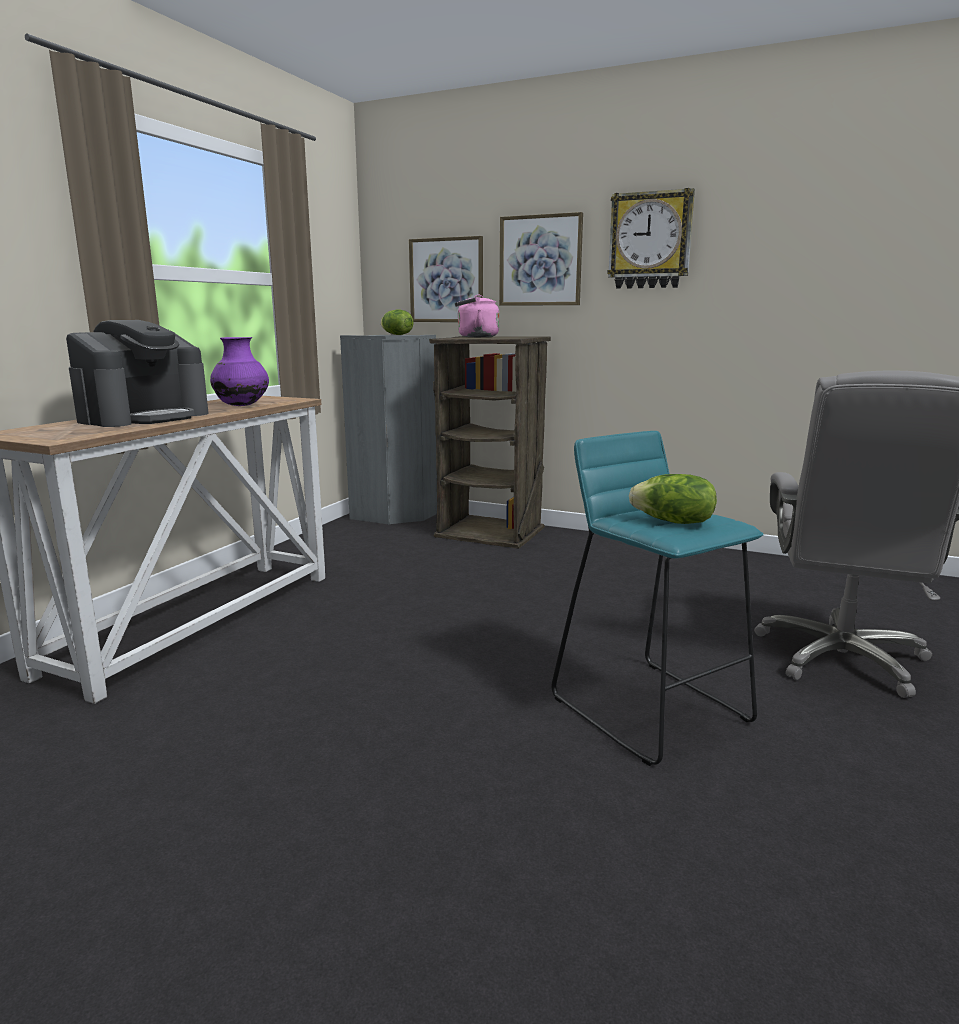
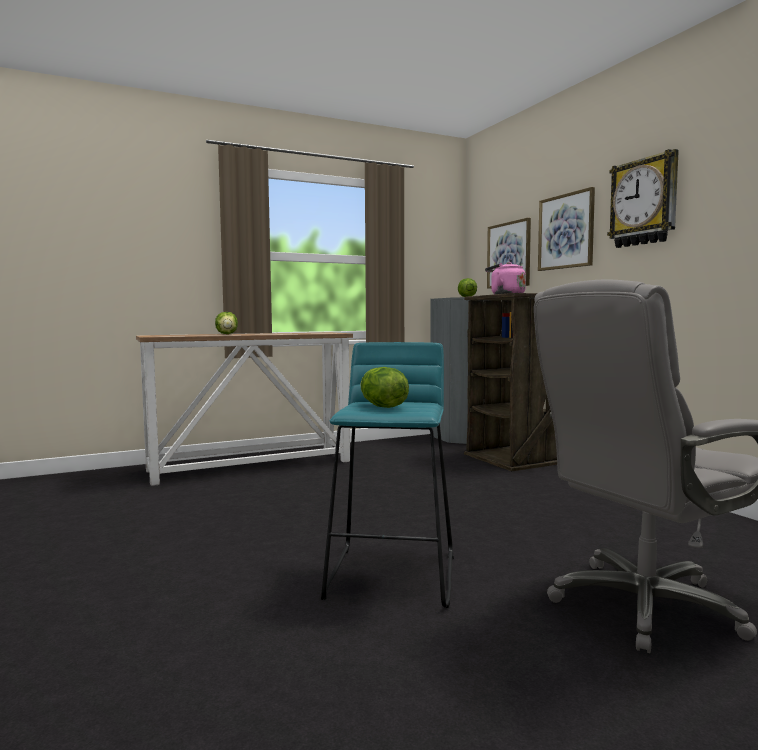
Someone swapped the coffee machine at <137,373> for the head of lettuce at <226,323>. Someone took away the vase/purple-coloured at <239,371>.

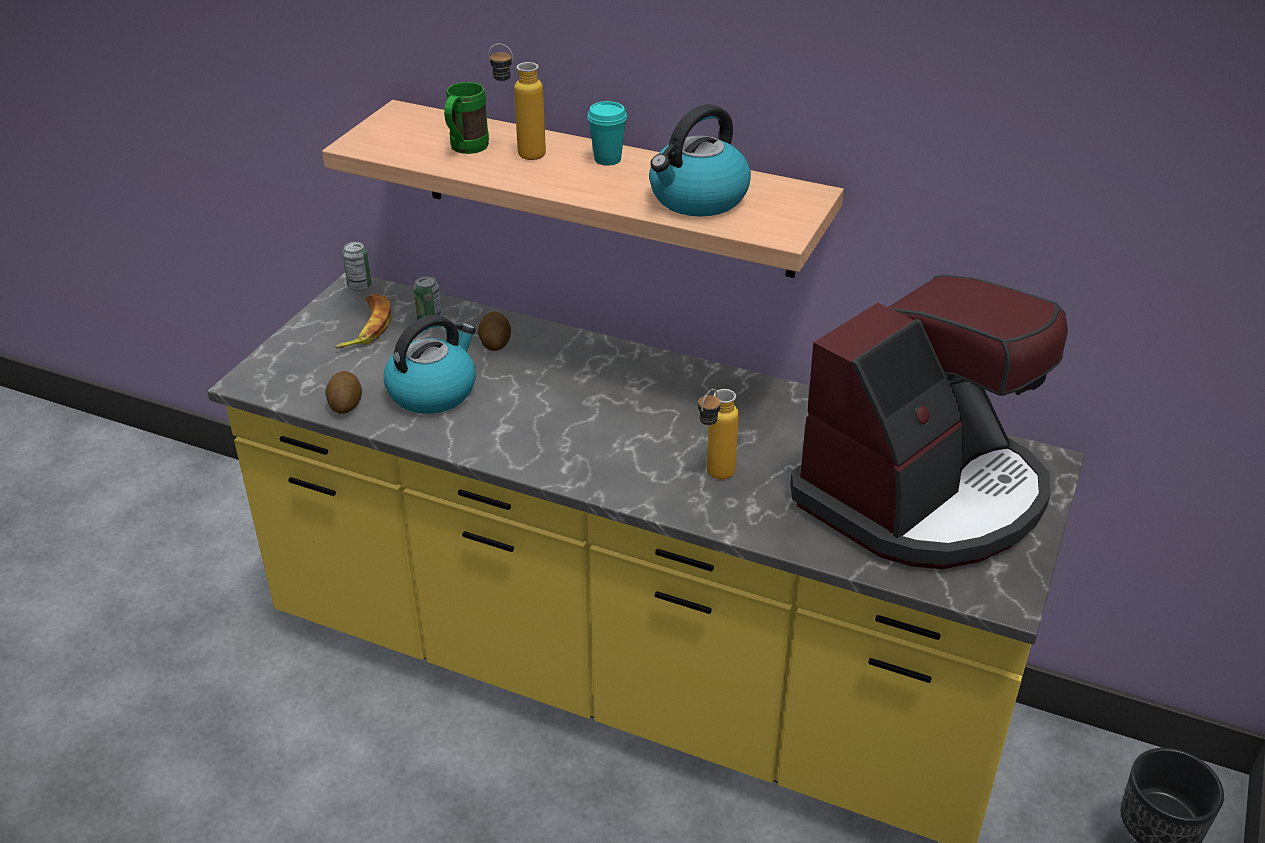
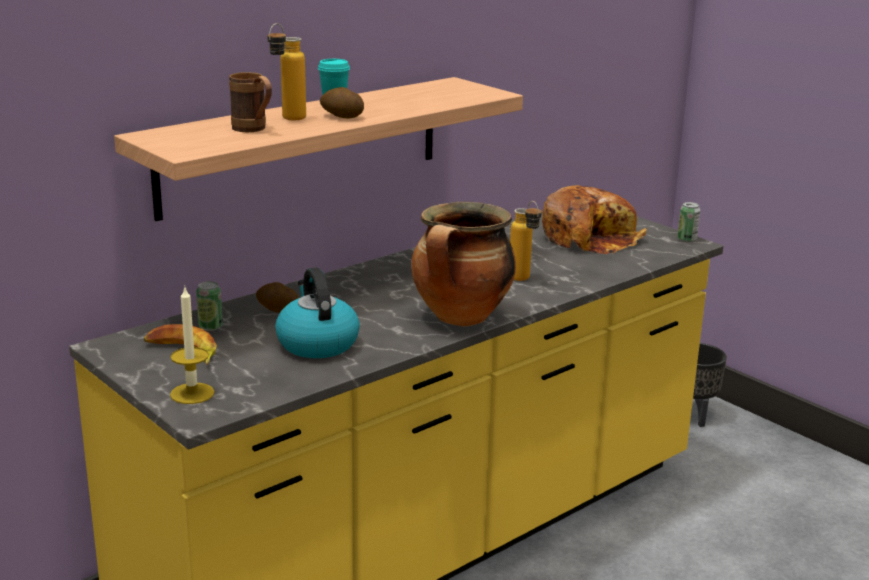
Someone put down the wax light at <192,346>. Someone repainted the mug/greenish at <466,118>, which became the mug/brown-coloured at <250,102>. Someone carried the whole potato from <343,392> to <342,102>. Someone put down the cooking pot at <463,264>. Someone swapped the coffee machine at <929,421> for the bakery bread at <594,219>. Someone carried the can from <357,266> to <688,222>. Someone took away the kettle at <700,160>.

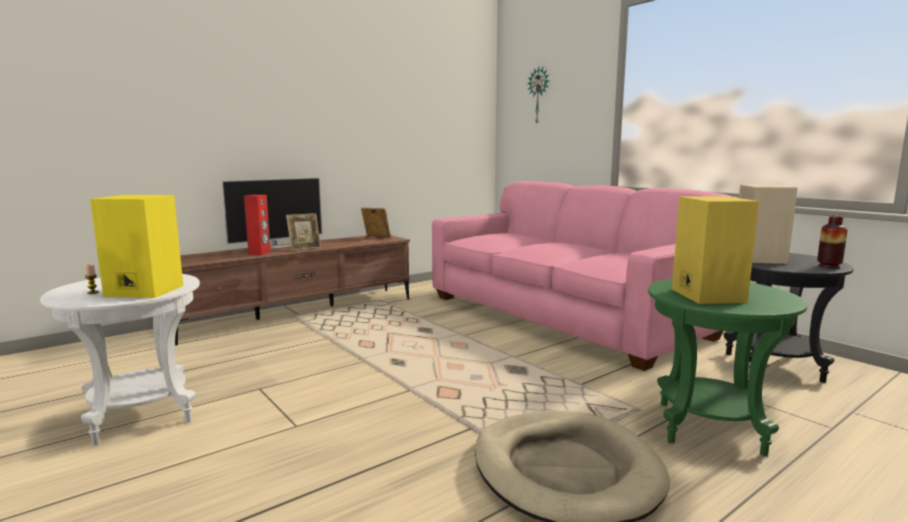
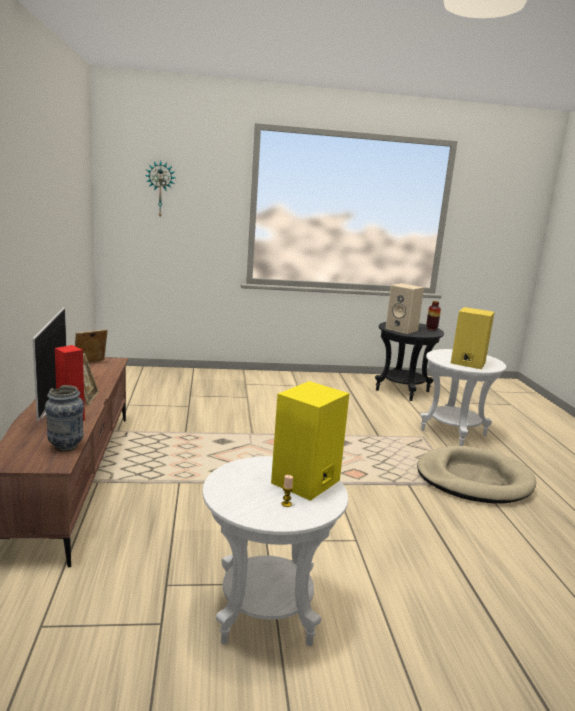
Someone put down the vase at <64,418>. Someone repainted the end table/greenish at <727,367>, which became the end table/white-coloured at <463,397>. Someone took away the settee/pink at <585,276>.

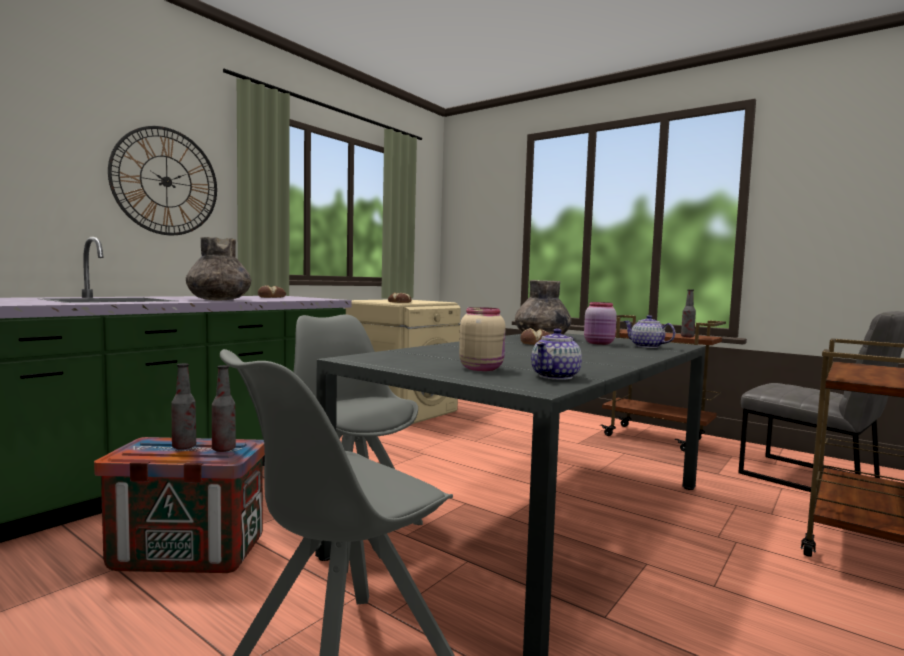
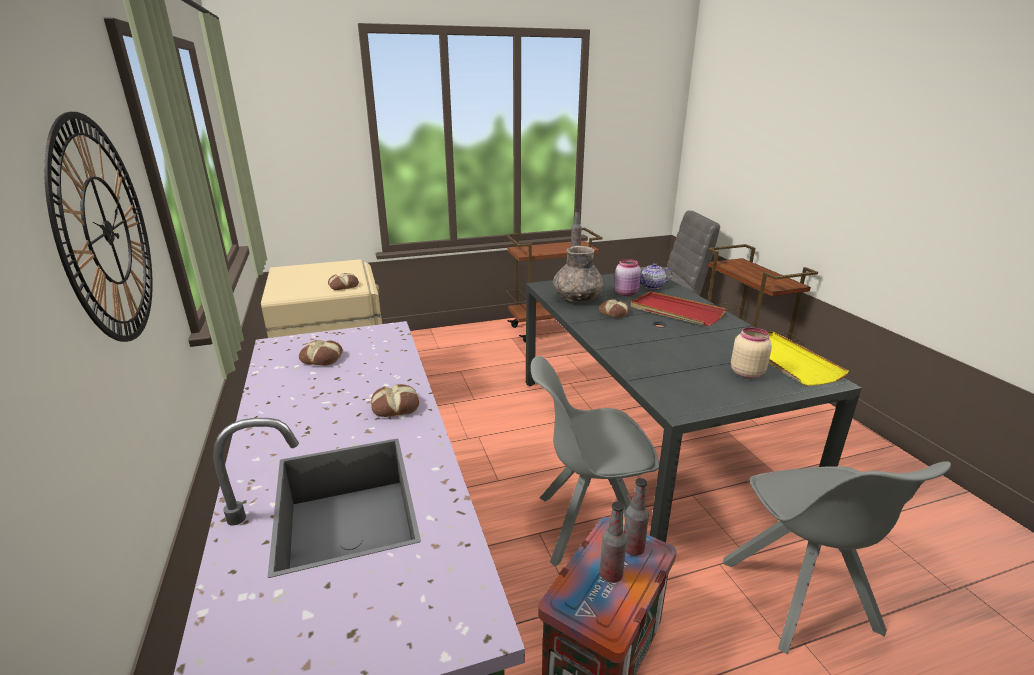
Someone swapped the vase/greyish at <218,269> for the bakery bread at <395,400>. Someone put down the serving tray/reddish at <678,308>. Someone swapped the teapot at <556,354> for the serving tray/yellowish at <792,358>.

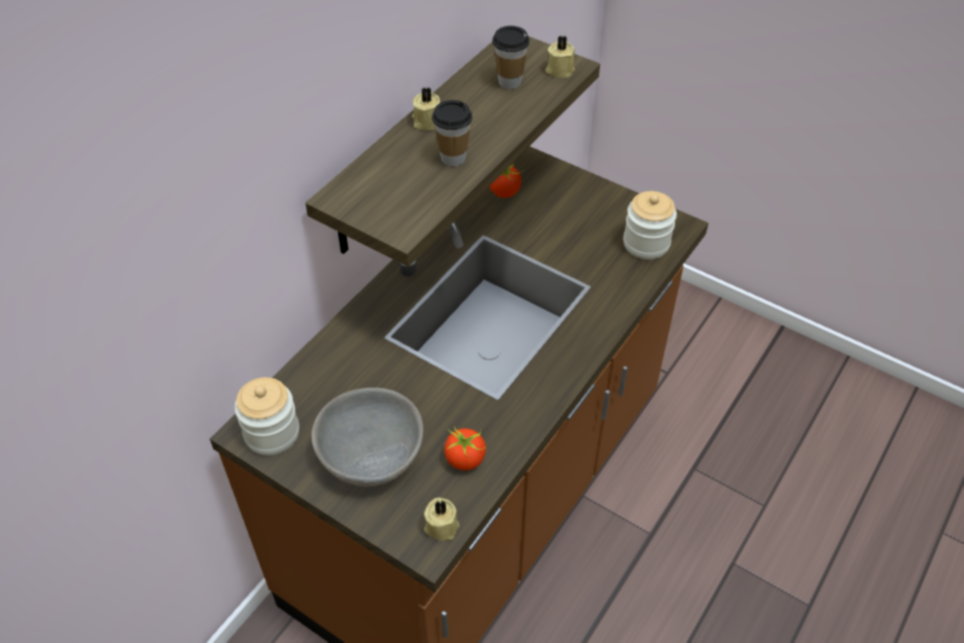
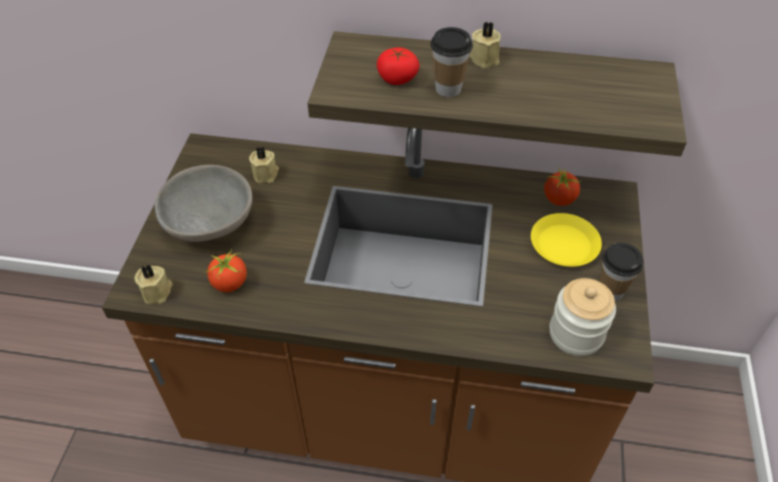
Someone carried the wax light/sand-coloured from <560,57> to <264,164>. Someone put down the fresh tomato at <398,66>. Someone put down the plate/yellowish at <566,240>. Someone carried the cup from <511,57> to <621,272>. Someone took away the storage jar at <267,416>.

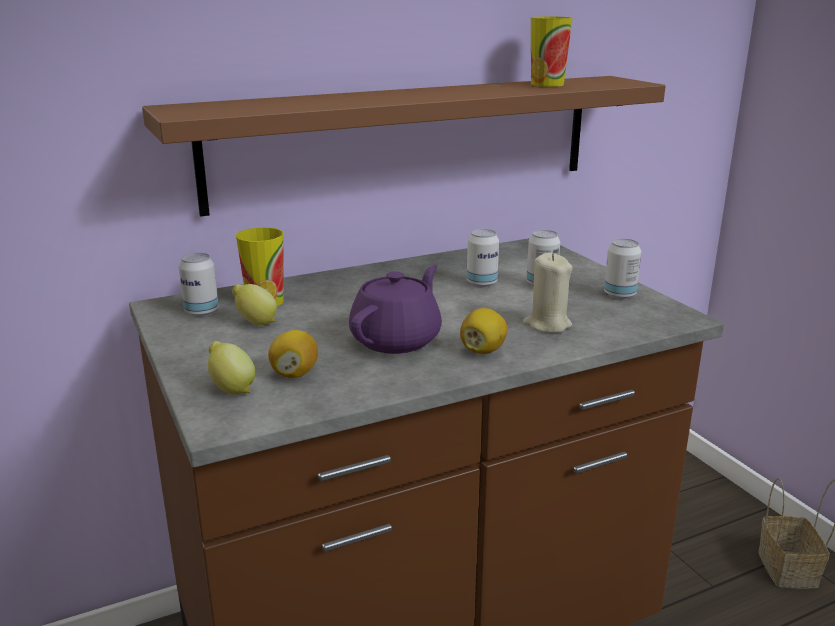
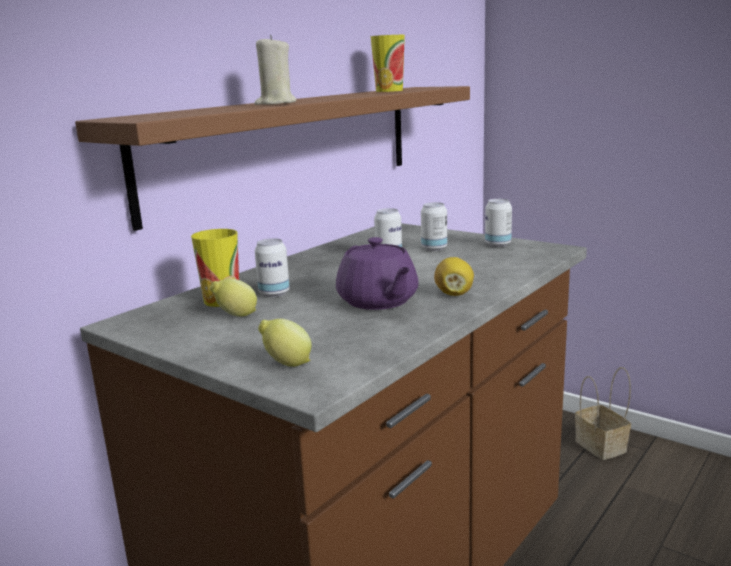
Someone carried the wax light/sand-coloured from <548,293> to <275,70>. Someone carried the can from <199,285> to <272,267>. Someone rotated the teapot/purple-coloured at <395,309> by 150 degrees clockwise. Someone took away the lemon at <293,354>.

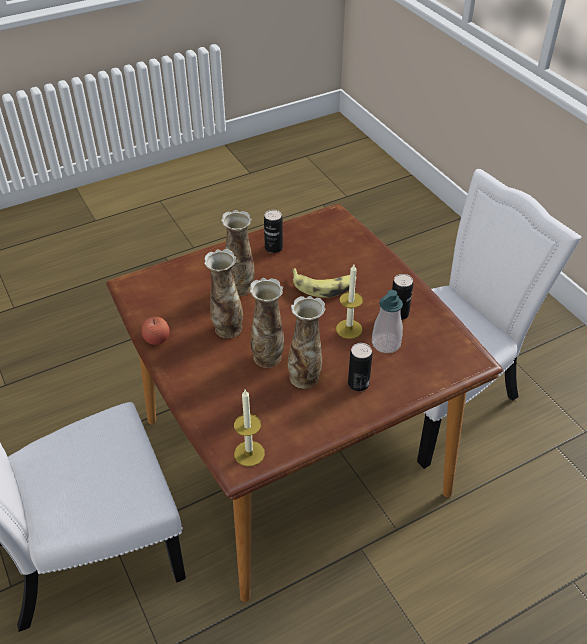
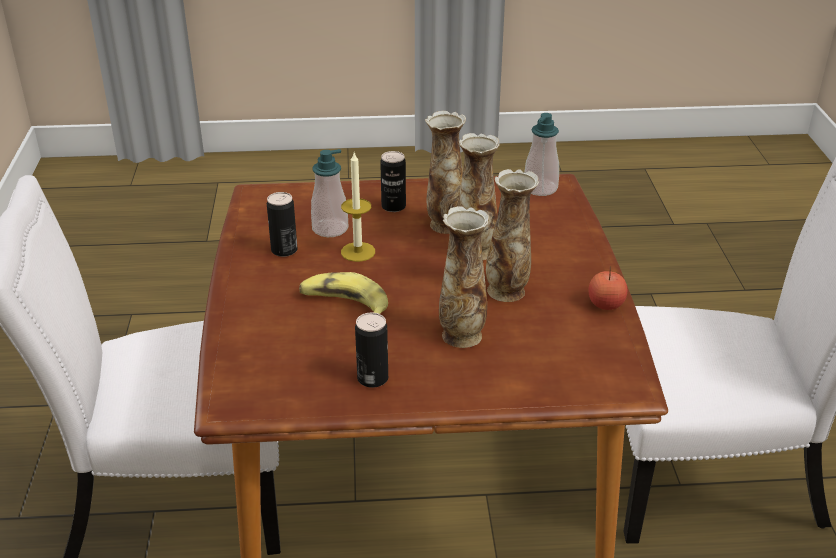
Someone swapped the wax light at <249,428> for the soap dispenser at <541,154>.

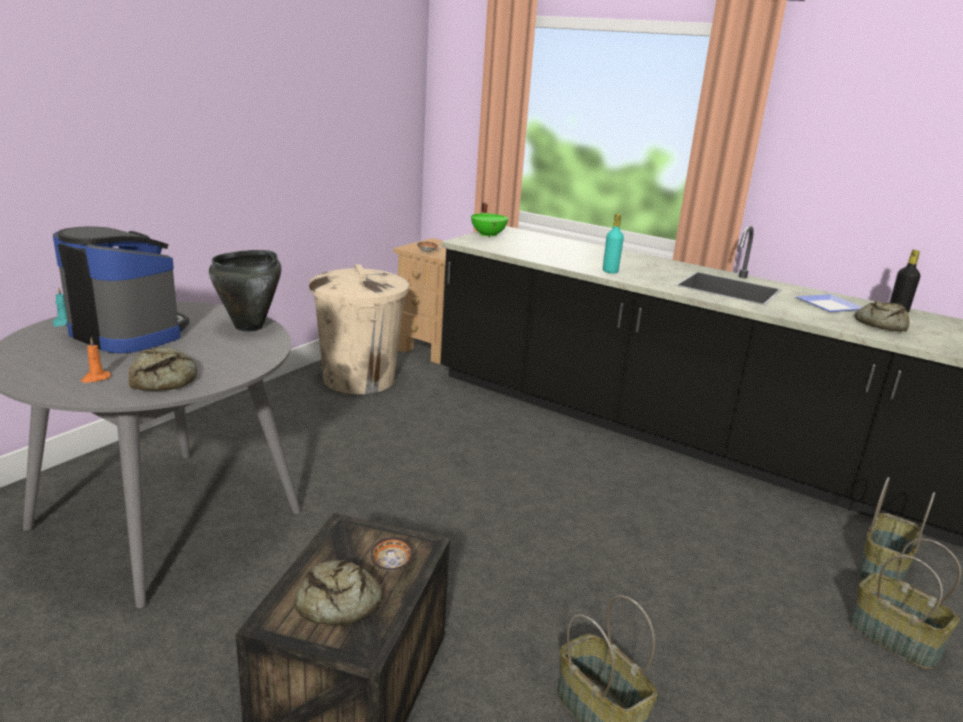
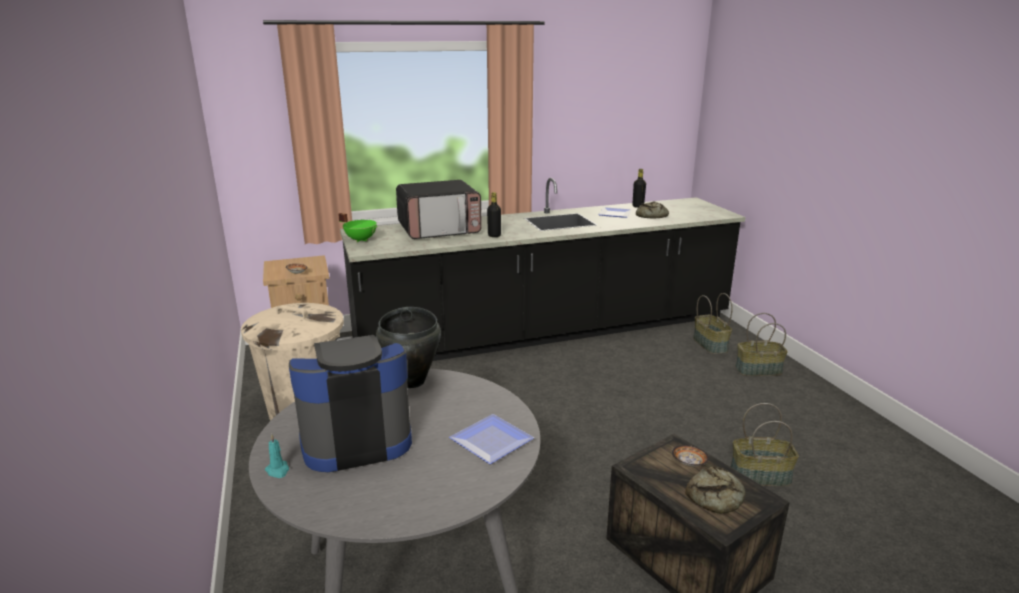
Someone put down the microwave at <439,209>. Someone swapped the bakery bread at <162,369> for the plate at <491,439>. Someone repainted the drink bottle/blue-green at <613,244>, which became the drink bottle/blackish at <494,214>. Someone took away the wax light/orangey at <96,360>.

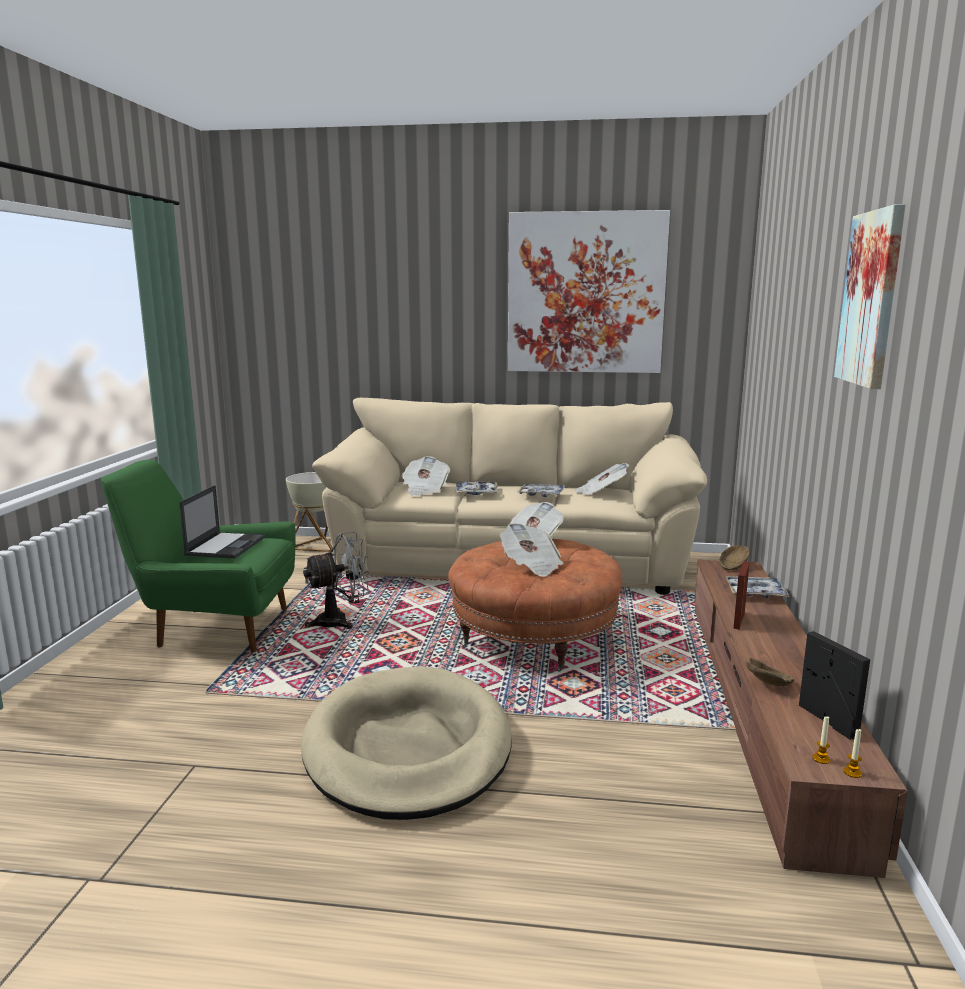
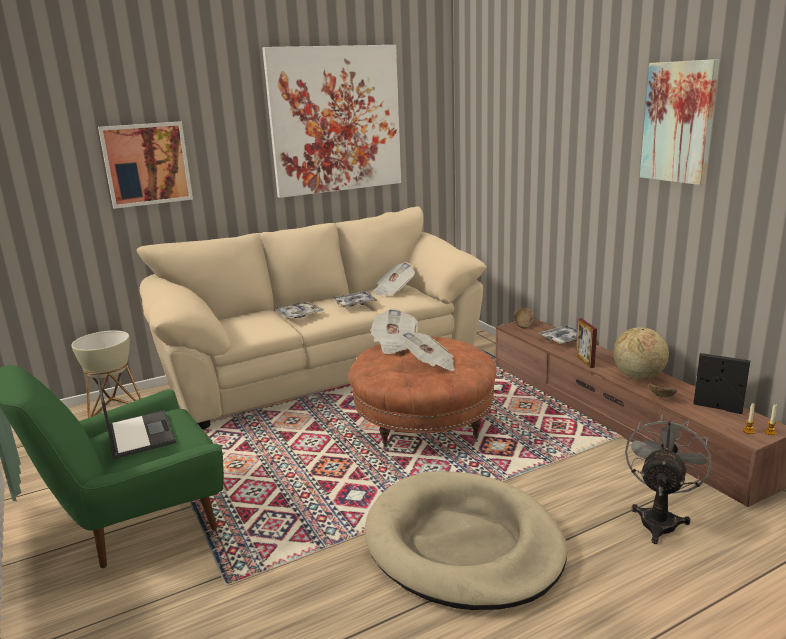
Someone put up the picture at <145,165>. Someone put down the world globe at <641,353>. Someone carried the electric fan/greyish from <336,580> to <668,479>. Someone took away the newspaper at <426,476>.

